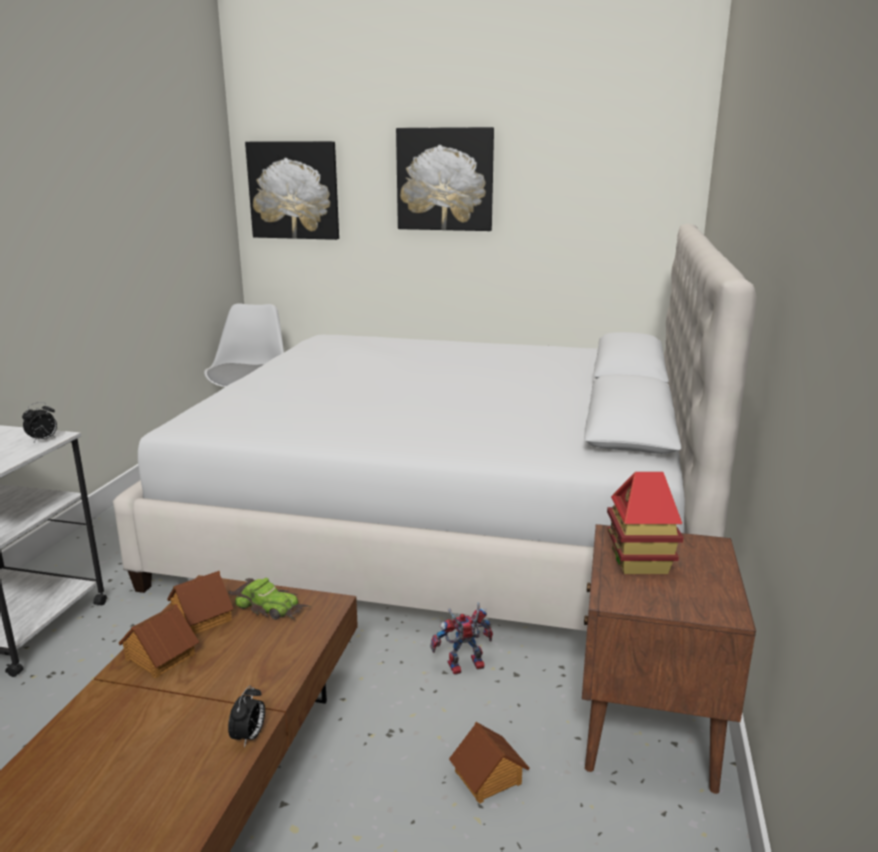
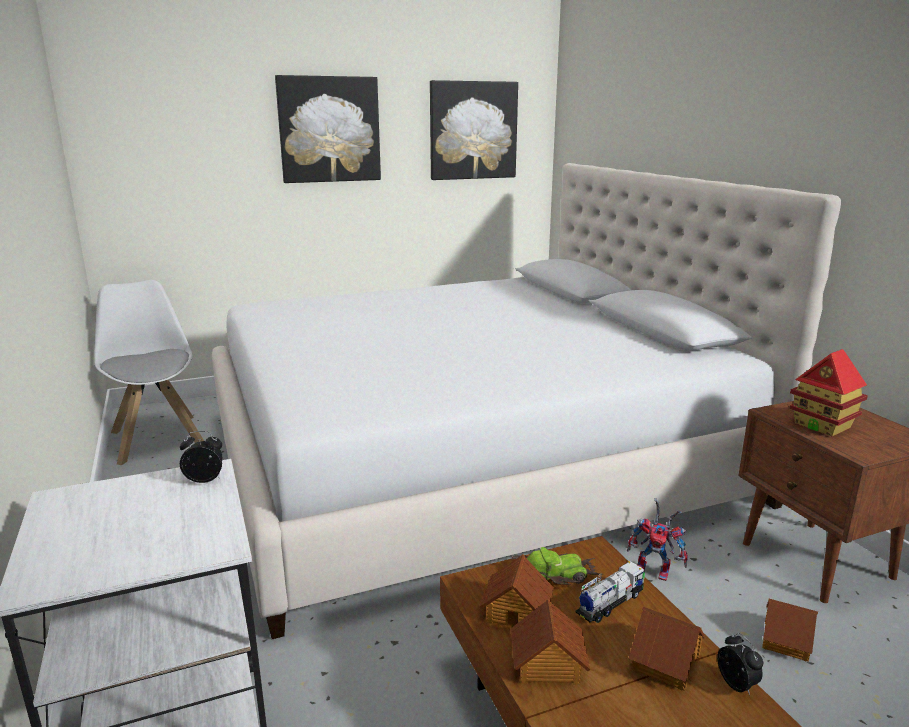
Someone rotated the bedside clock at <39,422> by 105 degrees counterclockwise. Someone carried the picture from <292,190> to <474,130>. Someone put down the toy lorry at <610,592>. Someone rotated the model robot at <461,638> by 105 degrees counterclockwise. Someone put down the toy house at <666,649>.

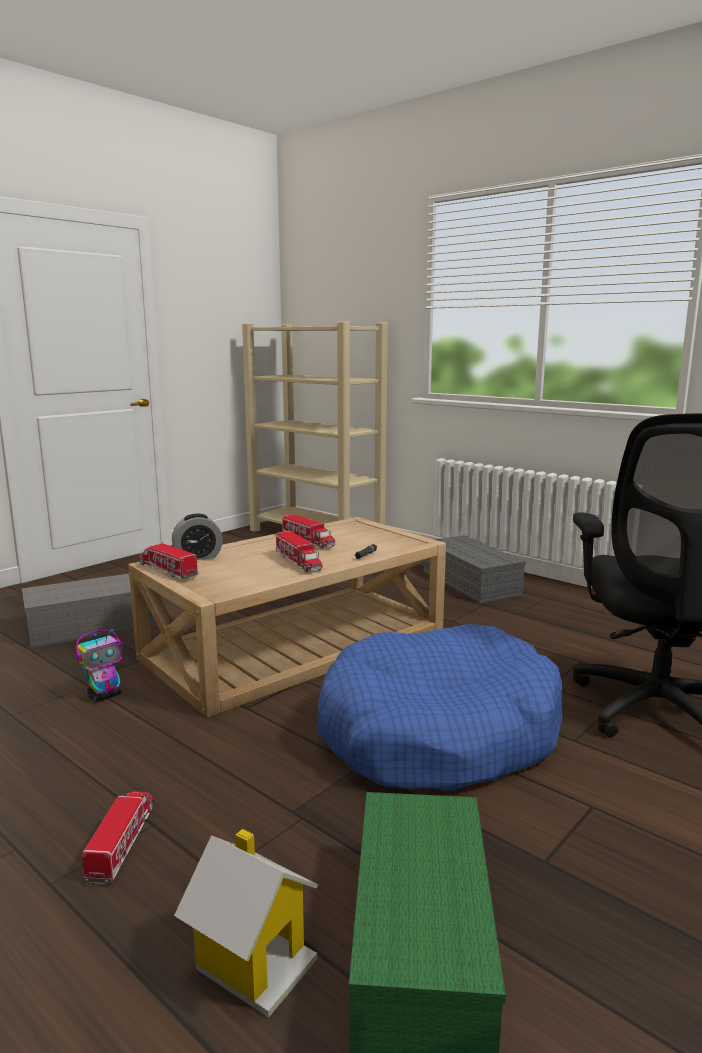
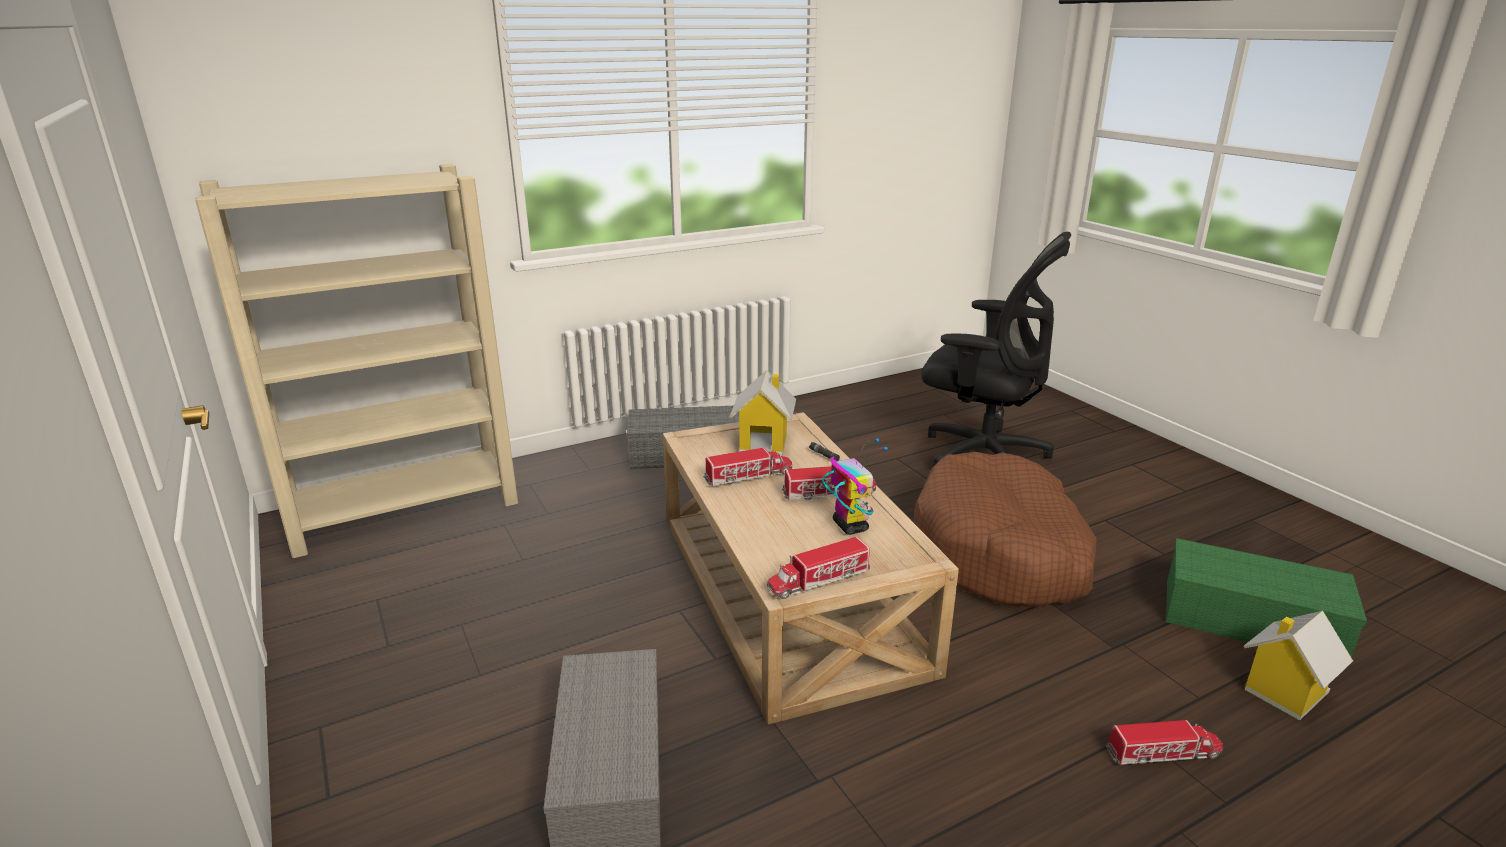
Someone put down the toy house at <763,413>. Someone carried the model robot from <99,665> to <855,486>. Someone repainted the pet bed/blue-coloured at <439,707>, which became the pet bed/brown-coloured at <1005,529>. Someone rotated the toy lorry at <118,838> by 150 degrees clockwise. Someone took away the bedside clock at <197,537>.

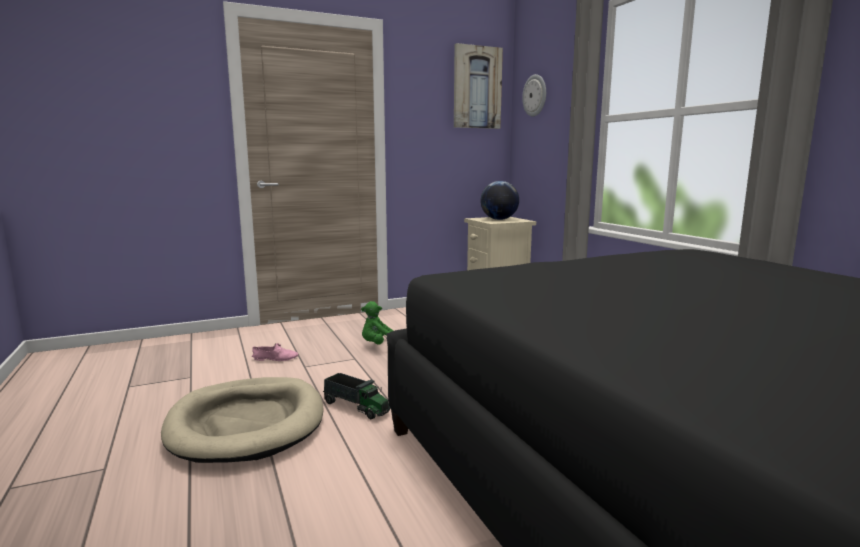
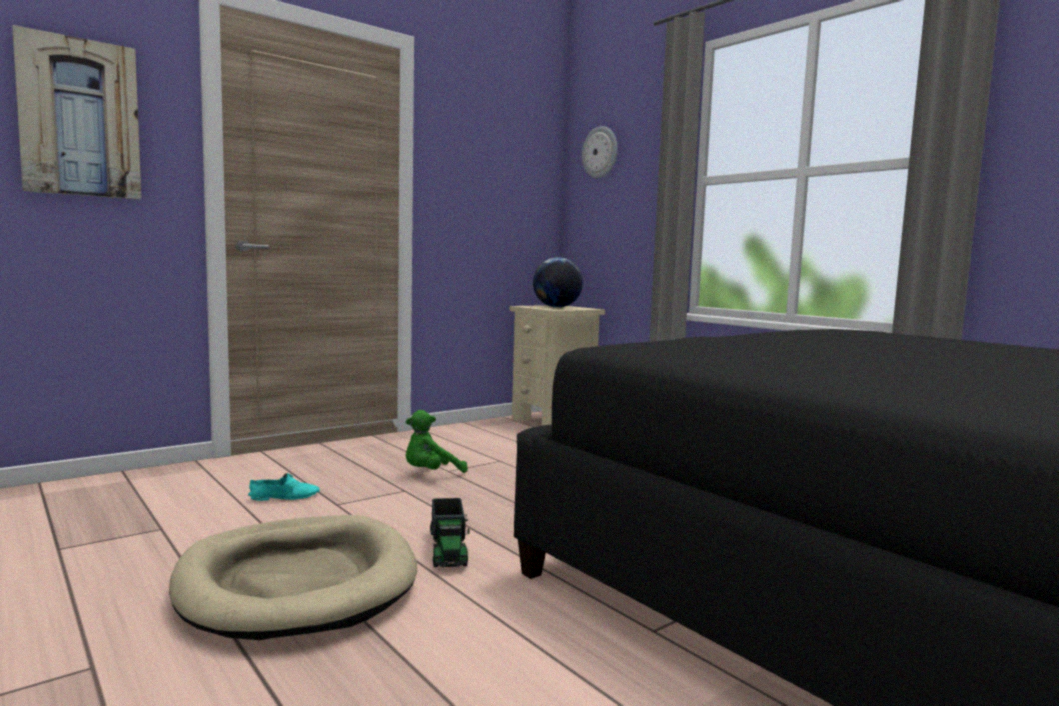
Someone carried the picture from <478,86> to <76,112>. Someone repainted the item of footwear/pink at <275,352>, which became the item of footwear/blue-green at <284,487>. Someone rotated the toy lorry at <356,396> by 60 degrees clockwise.

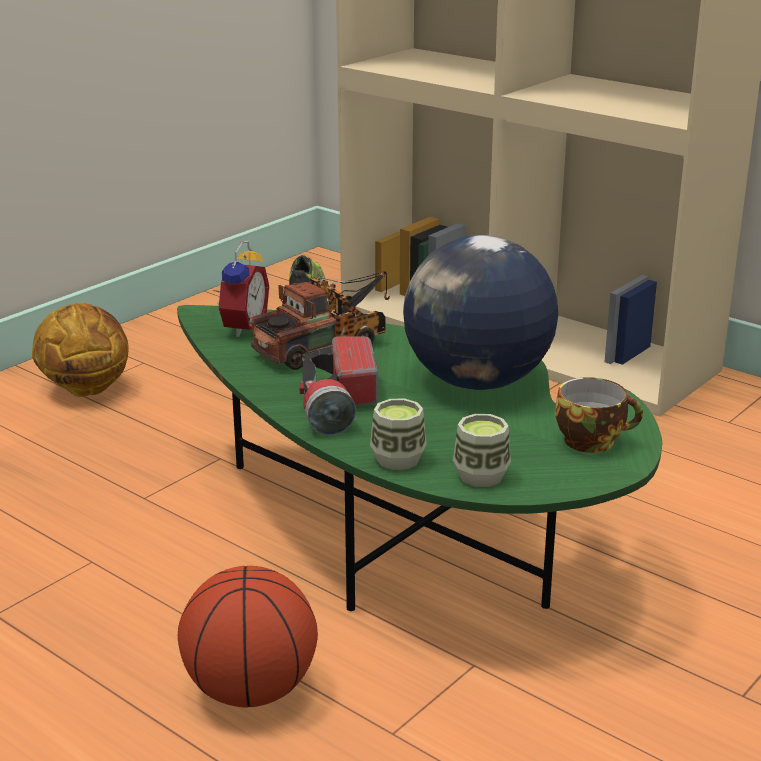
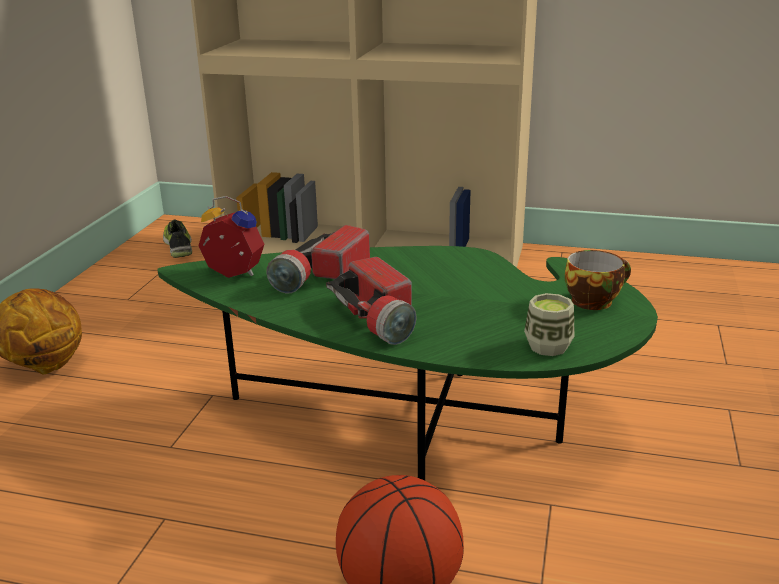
Someone rotated the bedside clock at <240,289> by 60 degrees counterclockwise. Someone swapped the toy lorry at <319,320> for the hand torch at <318,259>. Someone took away the cup at <398,434>. Someone took away the world globe at <480,312>.

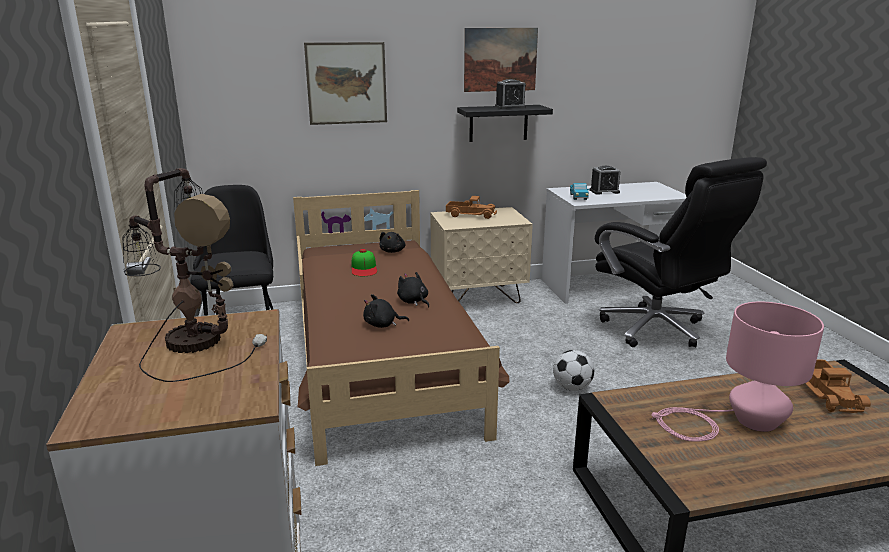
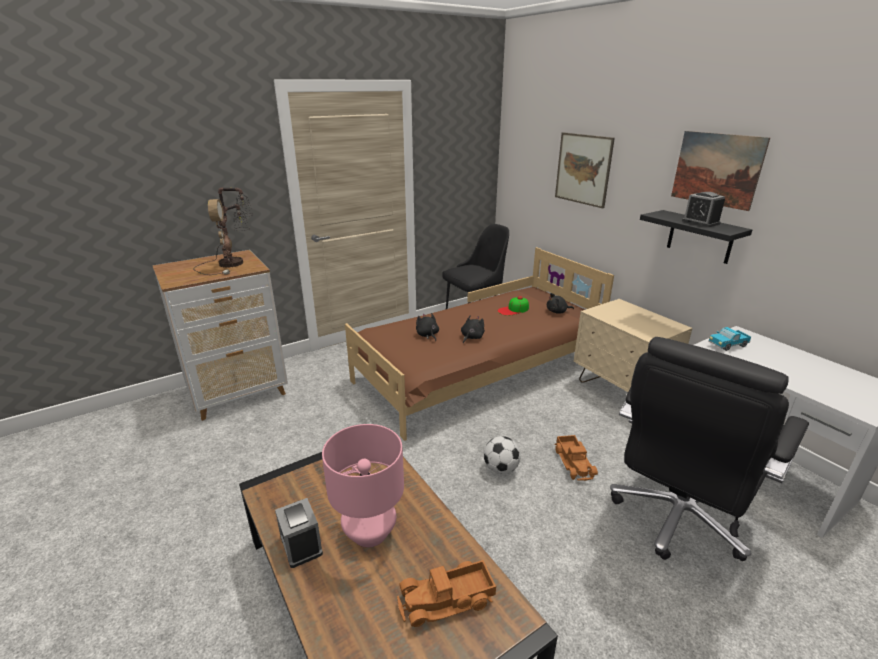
Someone carried the bedside clock from <605,180> to <299,533>. Someone carried the toy lorry from <471,207> to <576,458>.

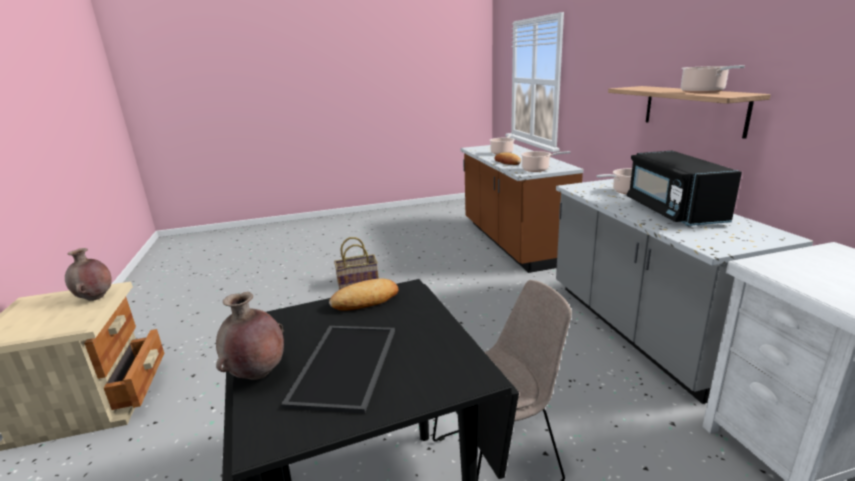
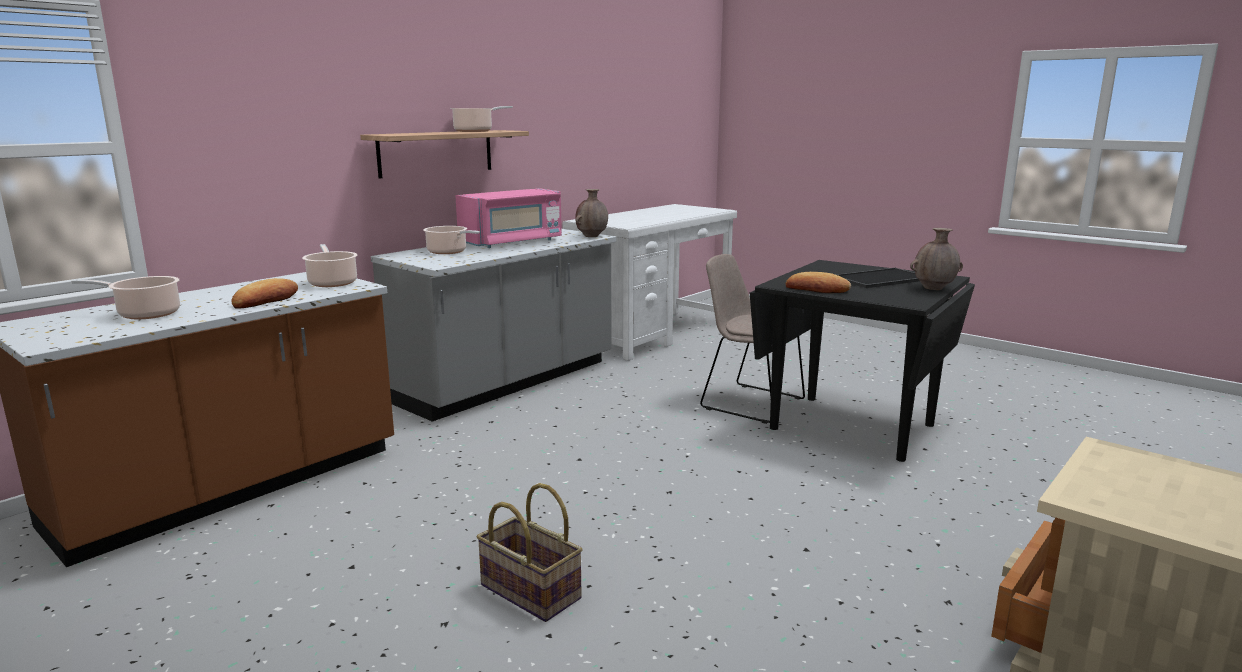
Someone repainted the microwave/blackish at <684,188>, which became the microwave/pink at <508,218>. Someone carried the vase/brown-coloured from <88,274> to <591,213>.

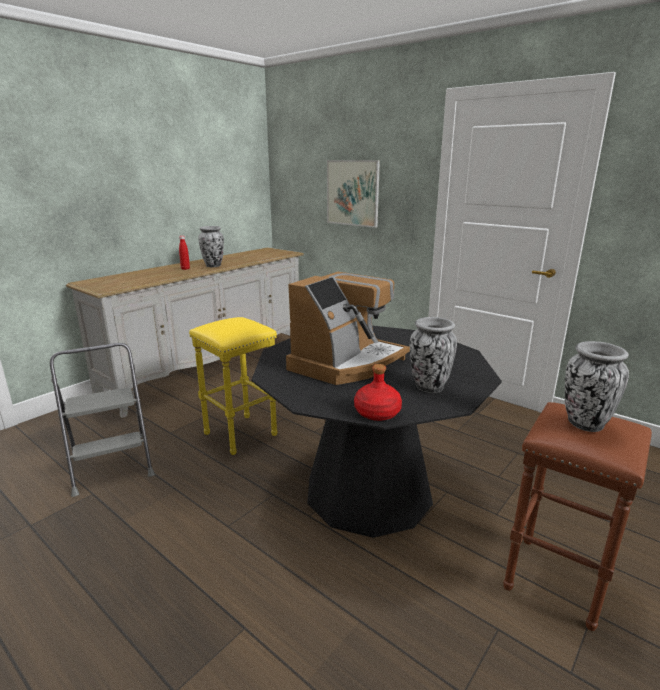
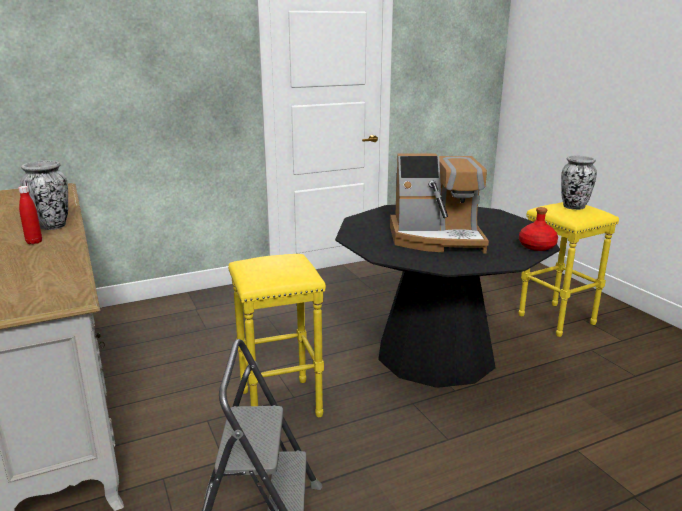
Someone rotated the coffee machine at <348,328> by 120 degrees clockwise. Someone repainted the stool seat/brown-coloured at <577,516>, which became the stool seat/yellowish at <568,269>. Someone took away the picture at <353,194>. Someone took away the vase at <433,355>.

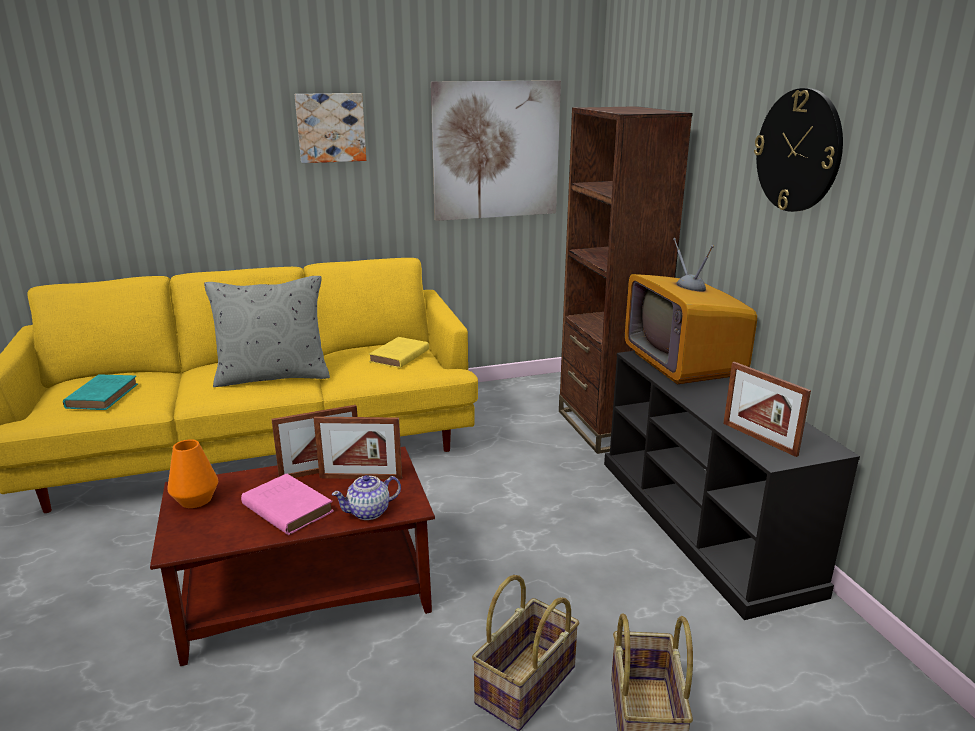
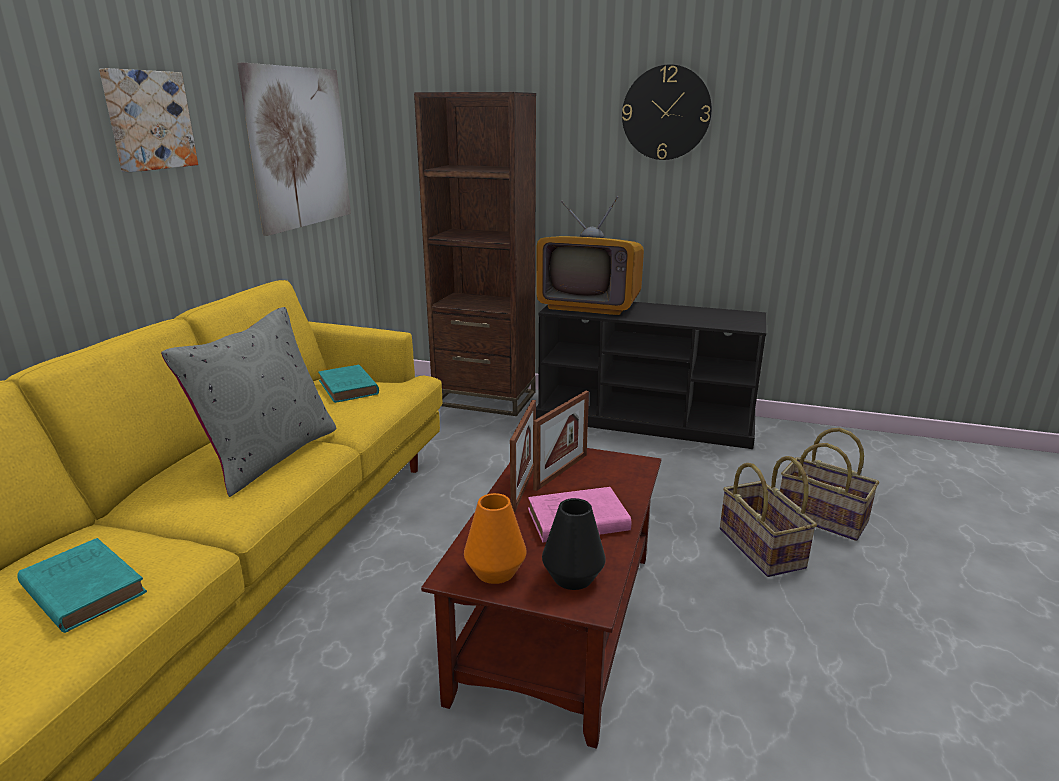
Someone repainted the book/yellowish at <399,352>, which became the book/blue-green at <348,384>. Someone put down the vase/blackish at <574,544>. Someone took away the teapot at <366,497>. Someone took away the picture frame at <767,409>.

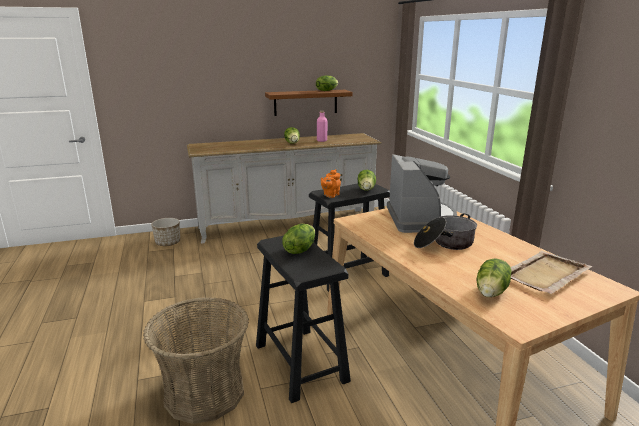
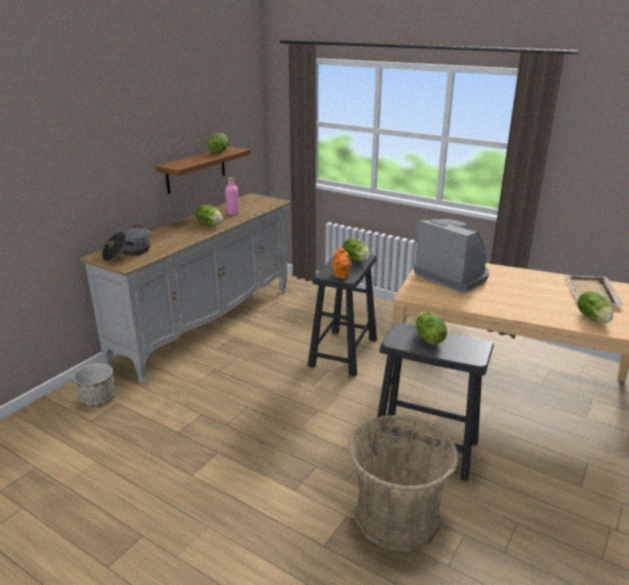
Someone carried the cooking pot from <445,231> to <126,243>.

